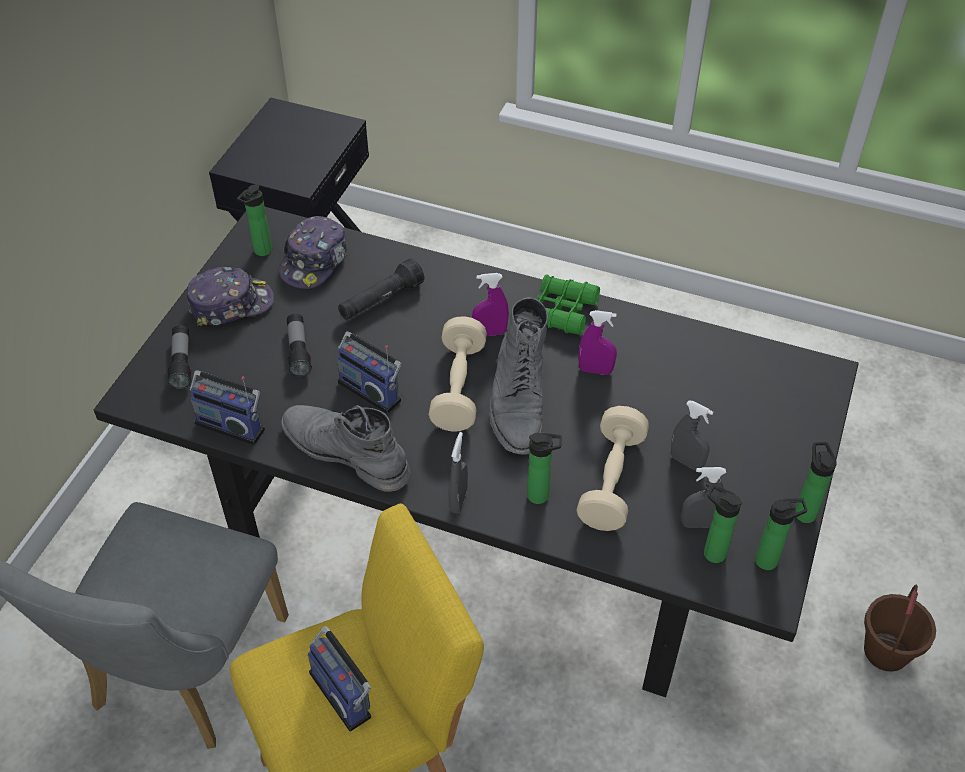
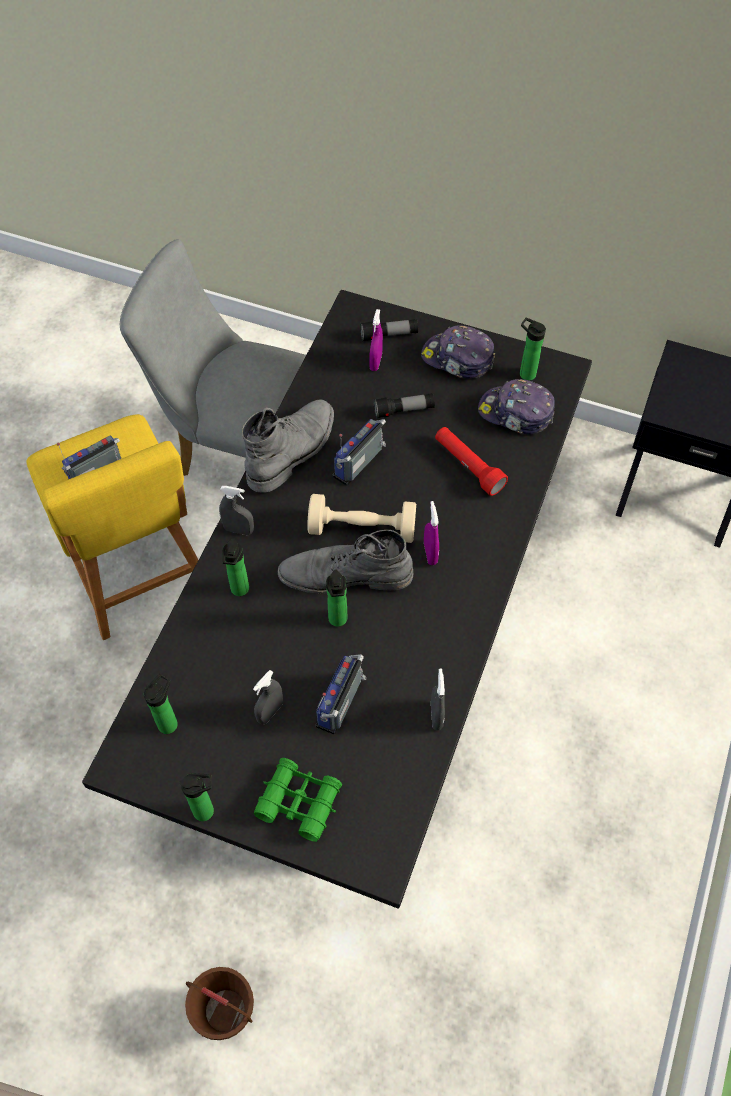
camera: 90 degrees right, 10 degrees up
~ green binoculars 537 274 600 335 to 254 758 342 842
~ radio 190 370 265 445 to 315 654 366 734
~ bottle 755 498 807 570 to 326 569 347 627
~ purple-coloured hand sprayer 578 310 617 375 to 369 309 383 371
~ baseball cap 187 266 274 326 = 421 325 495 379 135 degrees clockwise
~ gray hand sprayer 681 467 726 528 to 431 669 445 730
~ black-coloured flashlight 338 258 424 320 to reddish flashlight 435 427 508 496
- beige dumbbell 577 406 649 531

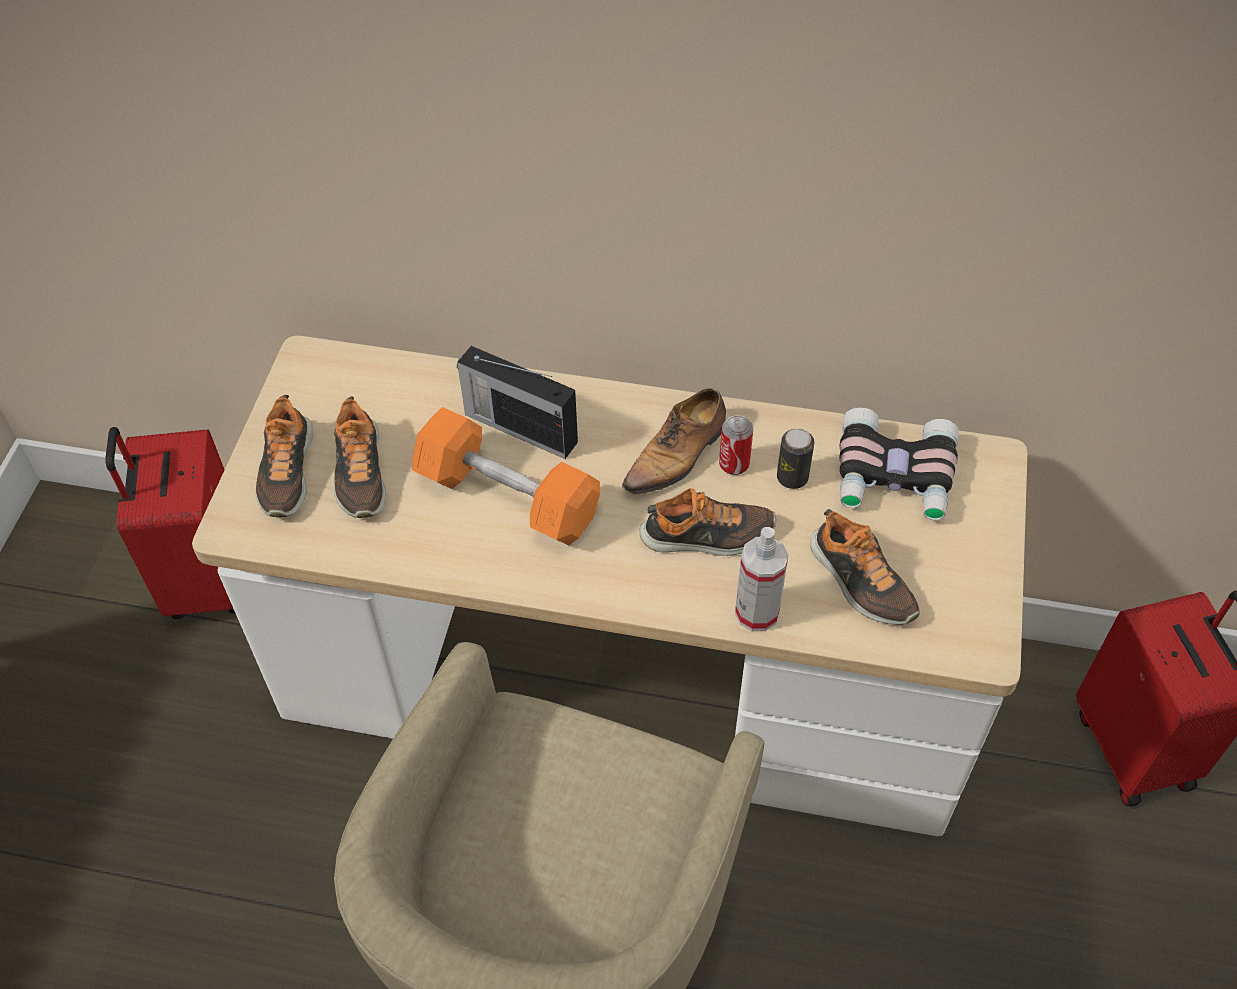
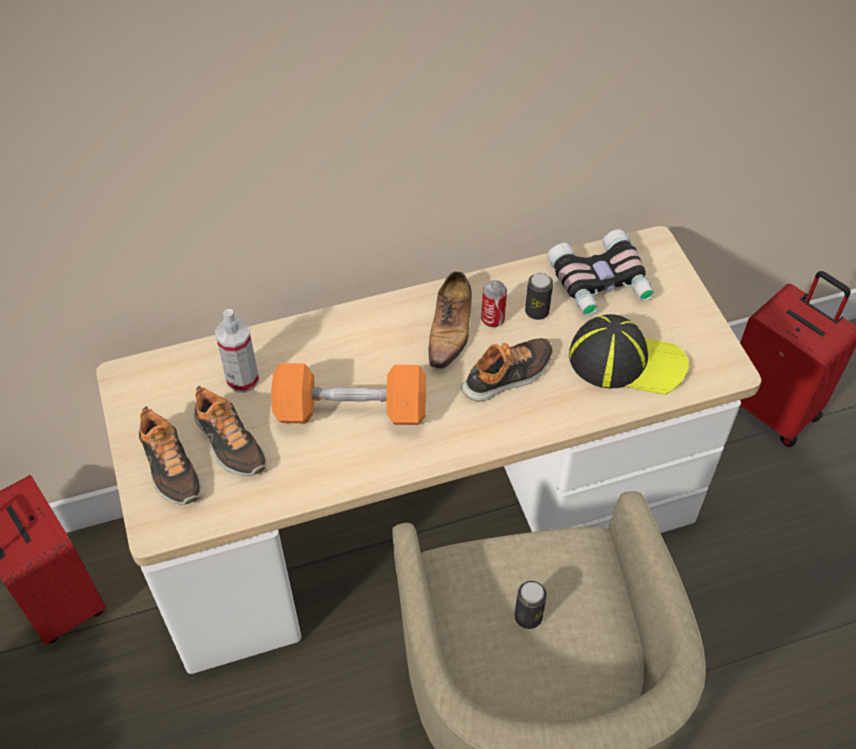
camera: 30 degrees left, 0 degrees up
~ hand sprayer 735 527 788 631 to 215 309 259 393
+ can 514 581 547 629
~ item of footwear 810 509 920 625 to baseball cap 569 314 689 395
- radio 457 346 578 459

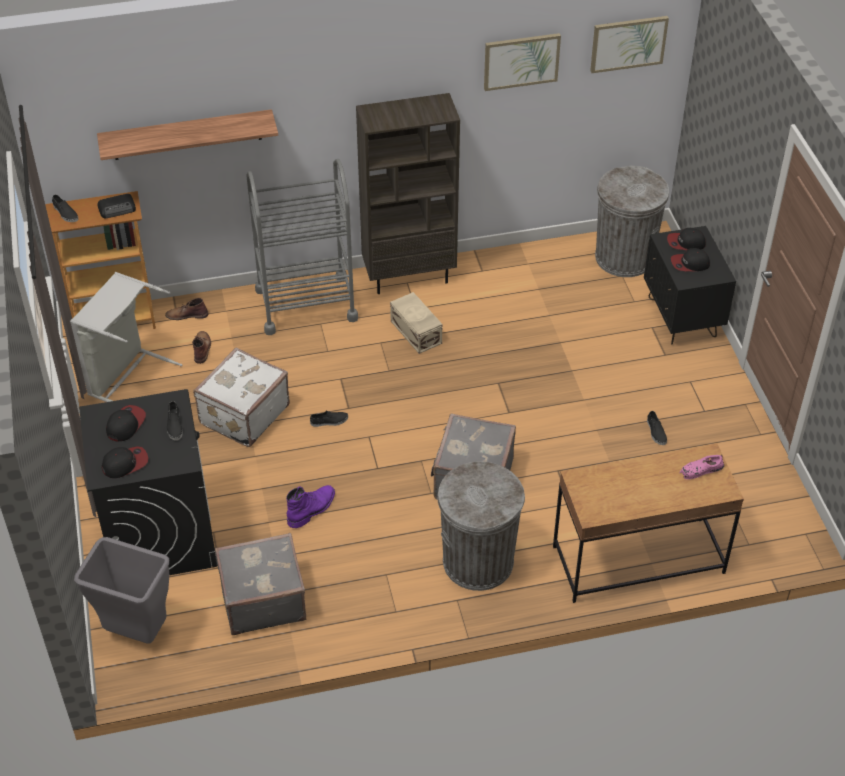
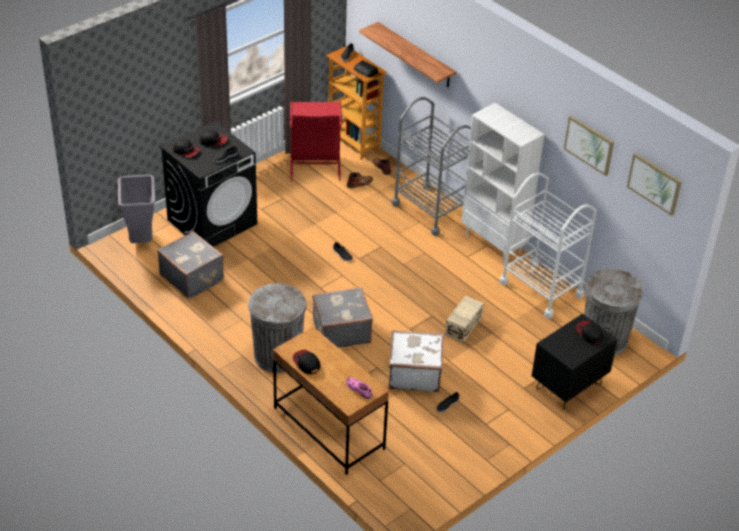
camera: 60 degrees right, 5 degrees down
~ gray laundry basket 70 272 182 402 to reddish laundry basket 290 101 342 181
~ baseball cap 671 248 710 271 to 292 350 320 374
~ whitish piece of luggage 193 347 290 447 to 388 330 443 392
~ beige storage box 390 292 442 354 to 445 296 484 343
~ brownish shelving unit 356 93 460 294 to whitish shelving unit 462 103 544 263
+ whitish wheeled cart 499 172 597 319
- purple-coloured boot 286 485 335 528

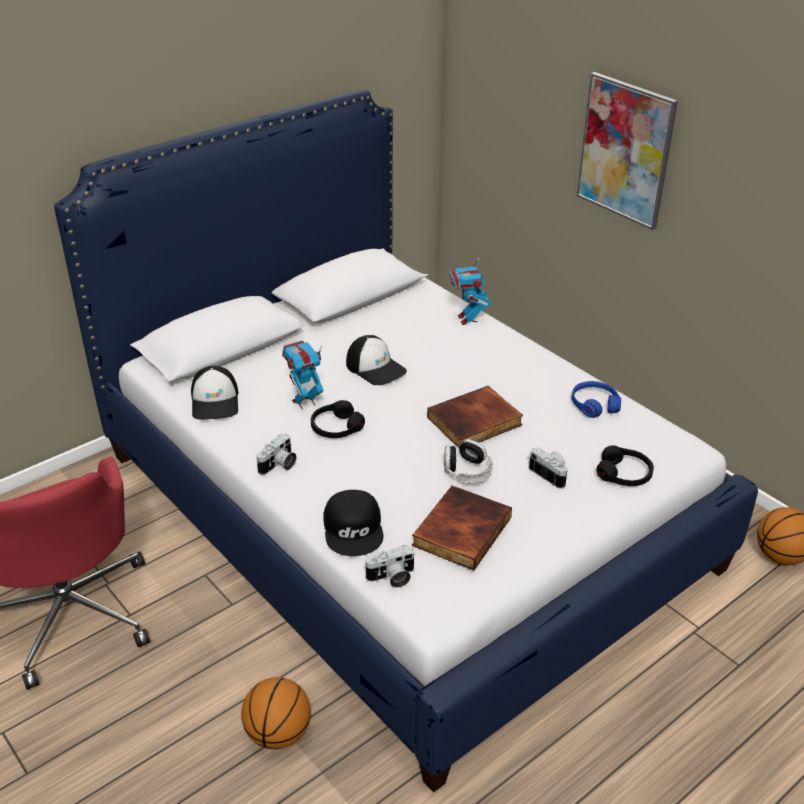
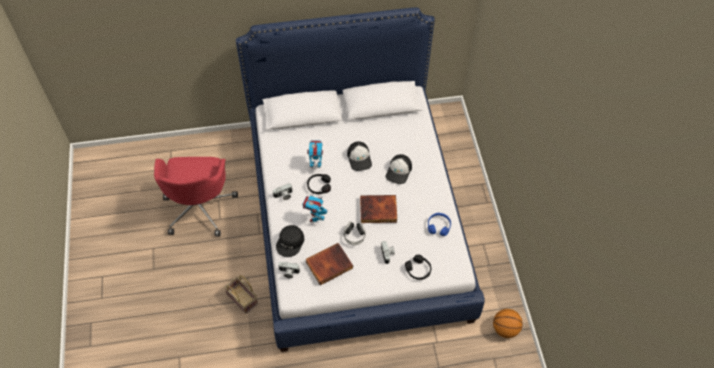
camera: 30 degrees right, 20 degrees up
~ basketball 241 677 311 749 to household basket 224 275 258 314
~ toy robot 449 255 491 325 to 302 195 327 223
~ baseball cap 191 366 238 420 to 385 154 412 184
- wall picture 577 72 678 230

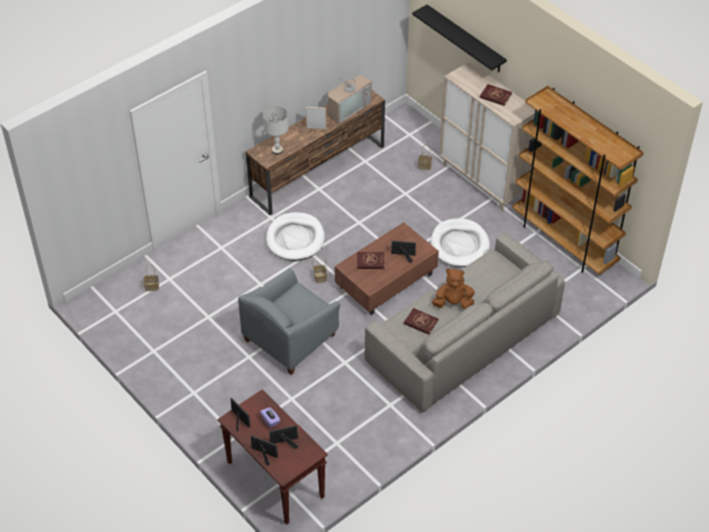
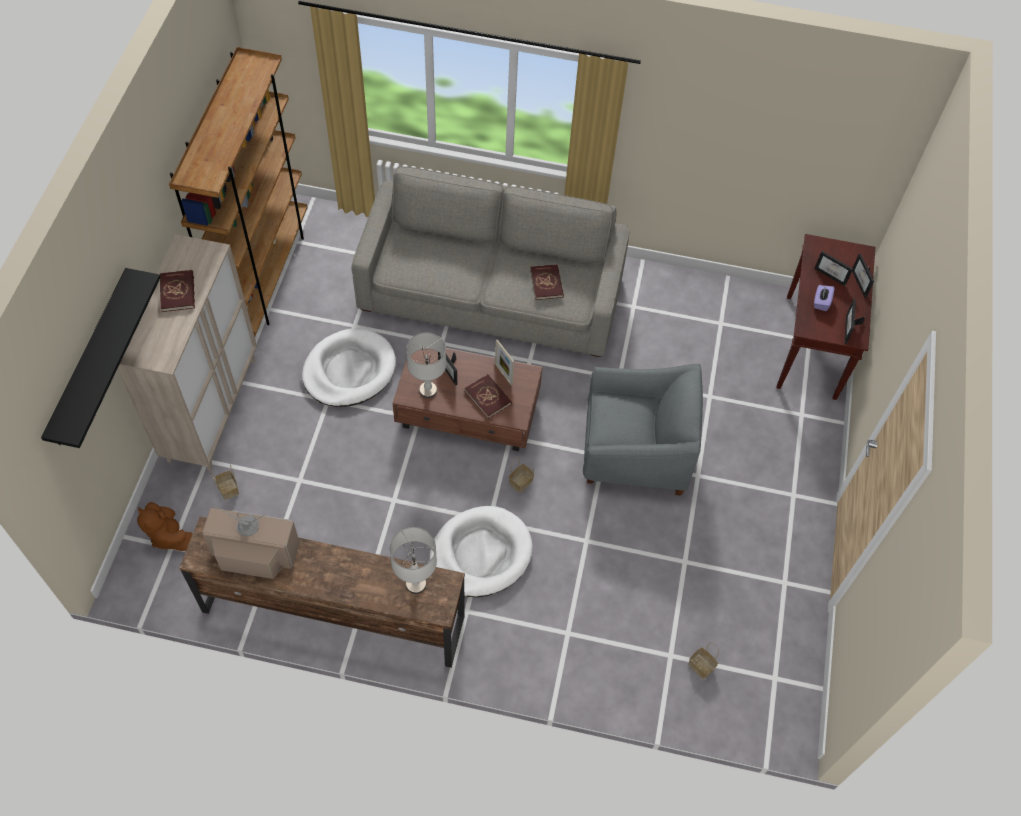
camera: 130 degrees left, 10 degrees up
~ brownish soft toy 432 269 475 309 to 137 502 193 551
+ gray table lamp 406 332 446 398
~ picture frame 306 107 326 129 to 495 339 514 386

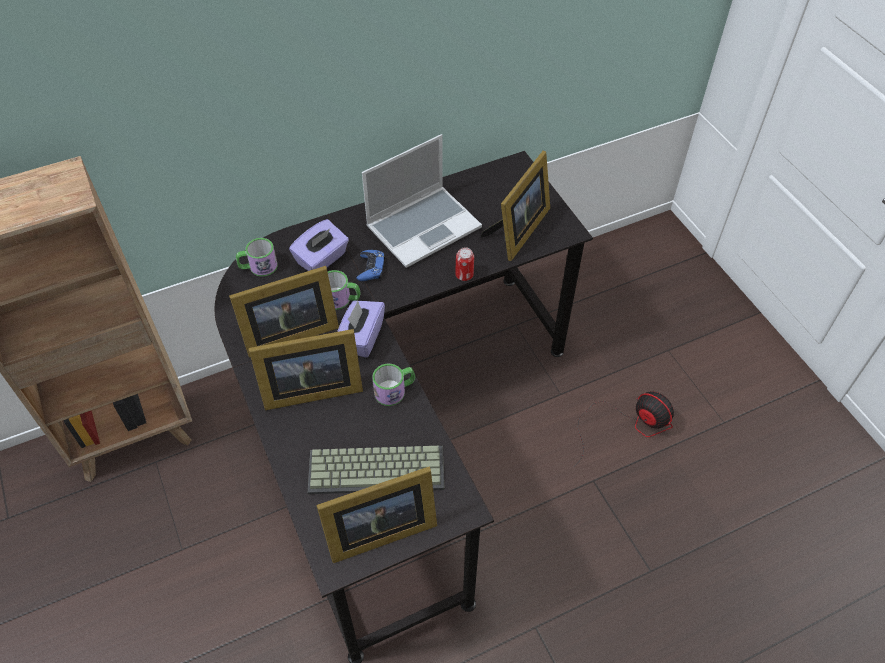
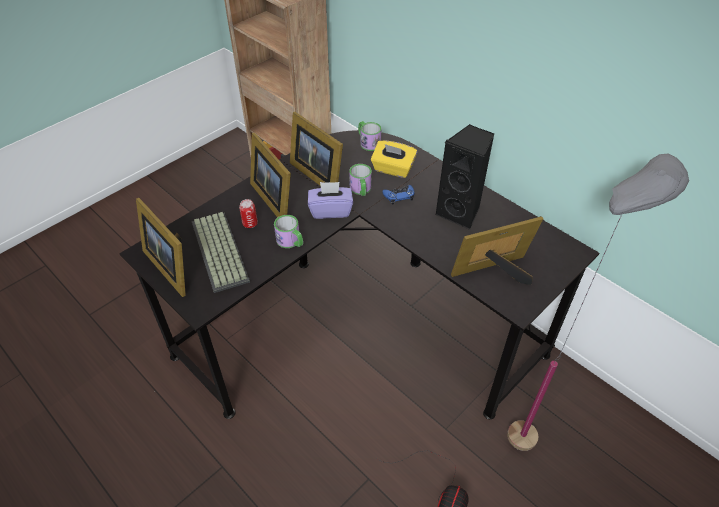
camera: 70 degrees right, 5 degrees down
~ can 455 247 474 281 to 239 199 258 228
~ purple-coloured box of tissues 289 219 349 271 to yellow box of tissues 371 140 417 178
~ laptop 362 134 482 268 to black-coloured audio speaker 435 124 494 230
~ picture frame 481 151 550 261 = 451 216 543 285 150 degrees clockwise
+ gray standing lamp 507 154 689 451

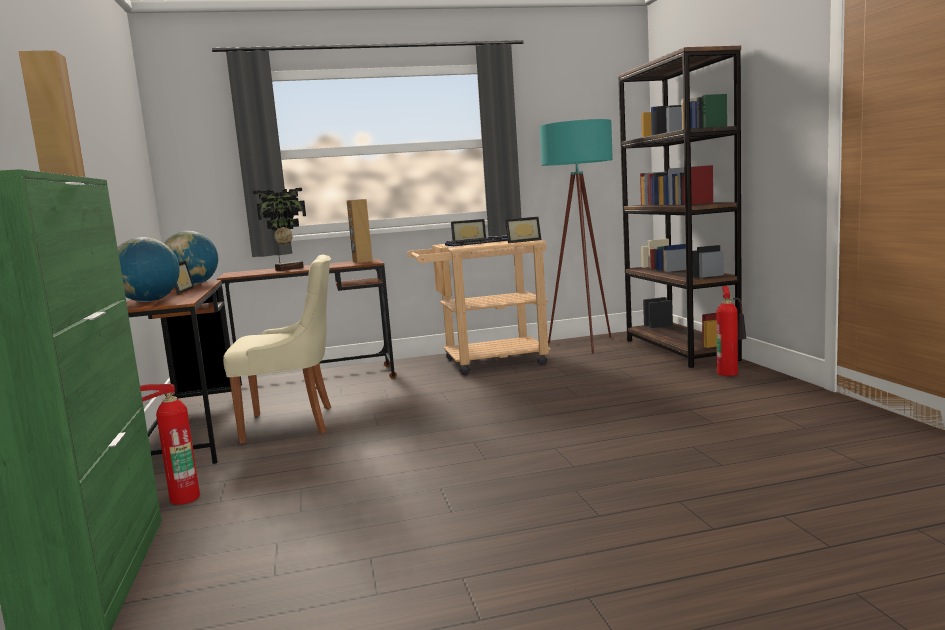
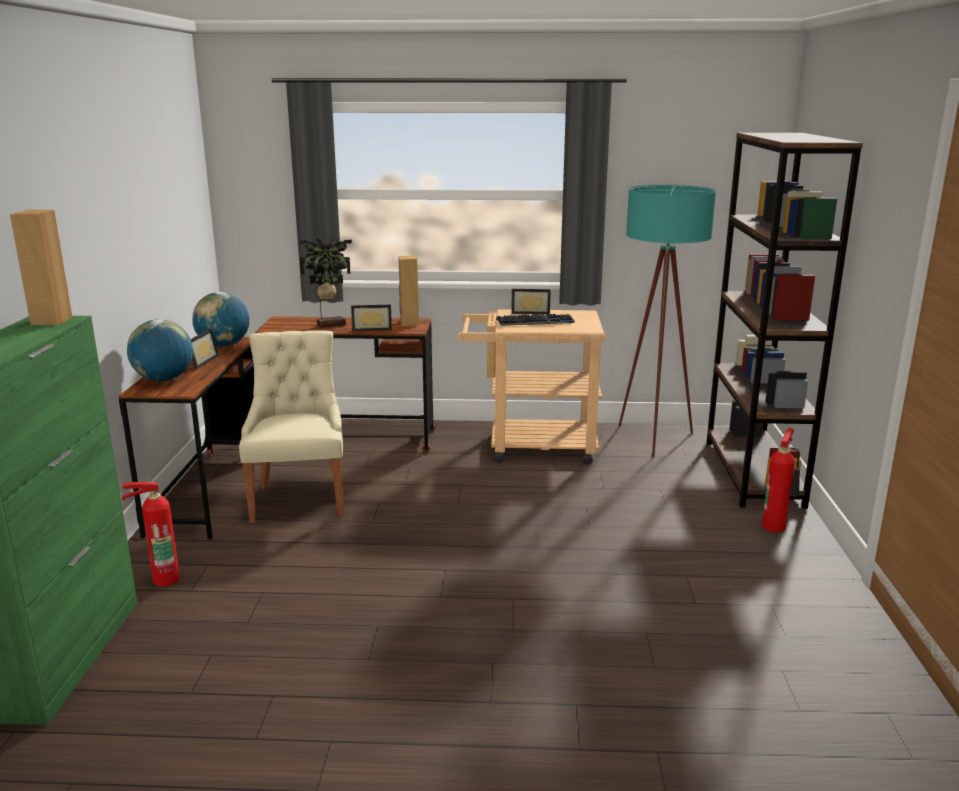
camera: 15 degrees right, 10 degrees up
~ beige plain chair 223 255 331 444 = 239 331 344 523 105 degrees counterclockwise
~ picture frame 505 217 542 243 to 351 305 392 331

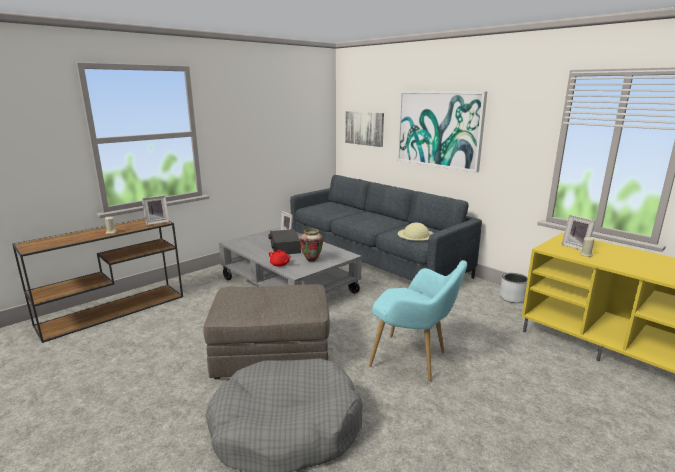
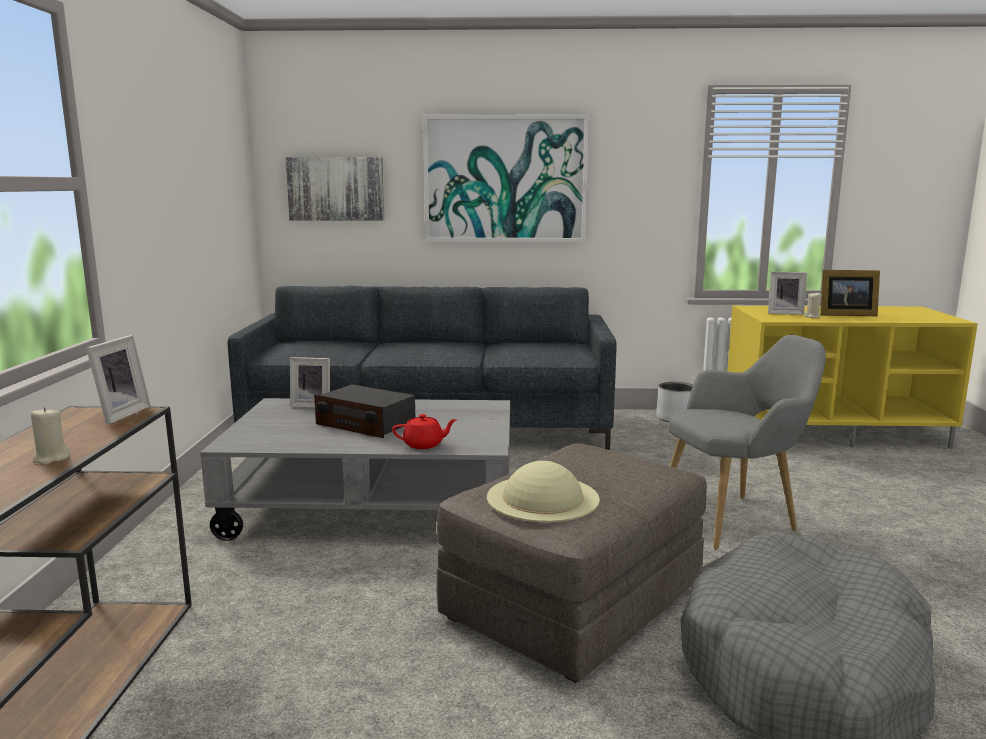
camera: 45 degrees left, 5 degrees down
~ beige wearable hat 398 223 433 241 to 487 461 600 522
~ turquoise lounge chair 369 260 467 381 to gray lounge chair 668 335 826 549
+ picture frame 820 270 880 316
- flower vase 300 229 323 262

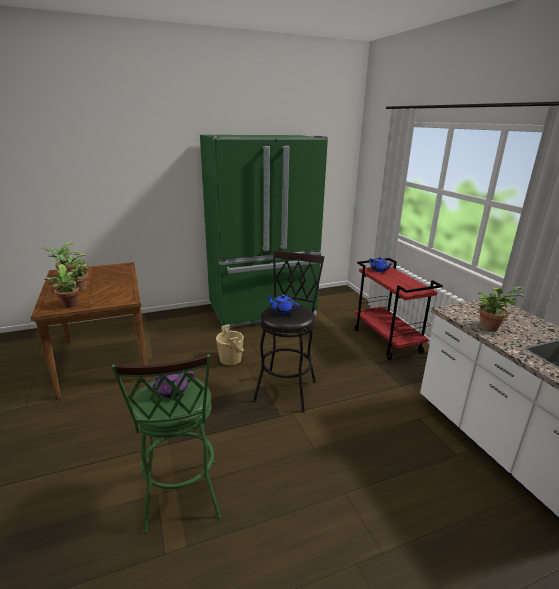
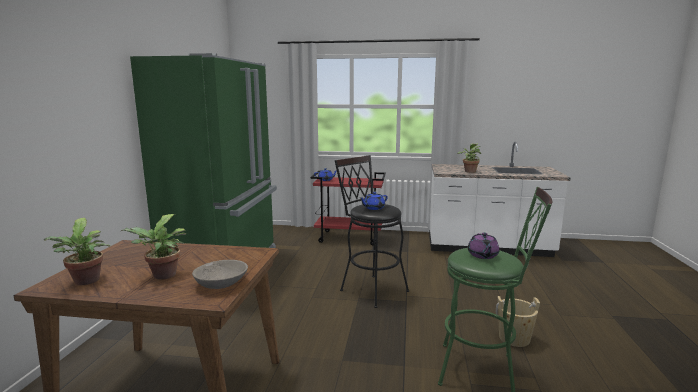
camera: 60 degrees left, 10 degrees down
~ plant in a pot 44 264 85 307 to gray bowl 192 260 248 289
~ beige bucket 216 325 244 365 to 495 296 540 347

